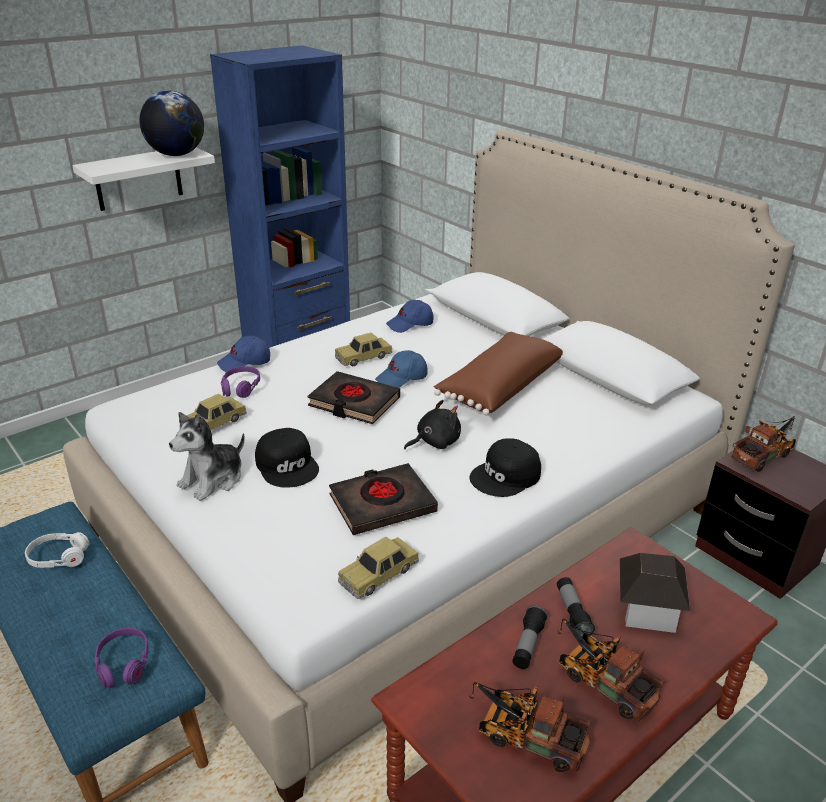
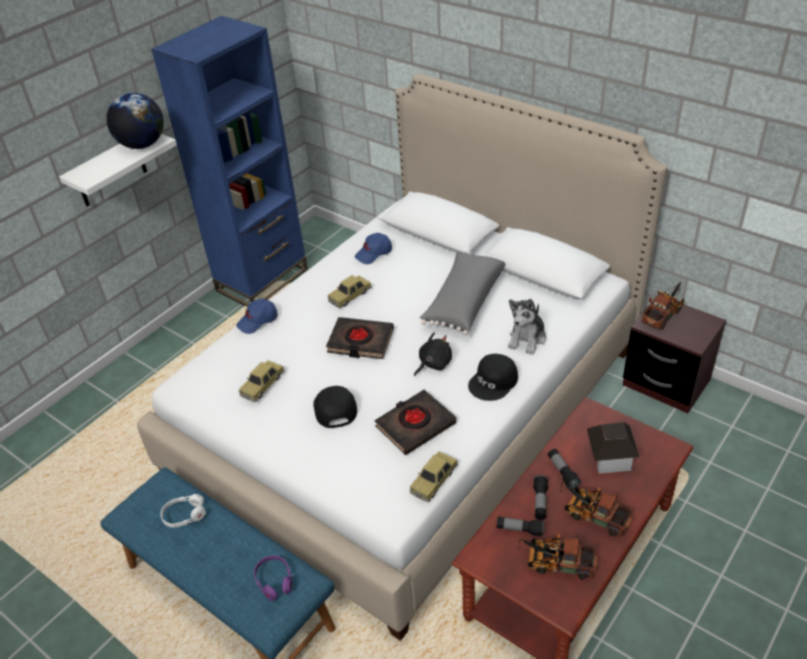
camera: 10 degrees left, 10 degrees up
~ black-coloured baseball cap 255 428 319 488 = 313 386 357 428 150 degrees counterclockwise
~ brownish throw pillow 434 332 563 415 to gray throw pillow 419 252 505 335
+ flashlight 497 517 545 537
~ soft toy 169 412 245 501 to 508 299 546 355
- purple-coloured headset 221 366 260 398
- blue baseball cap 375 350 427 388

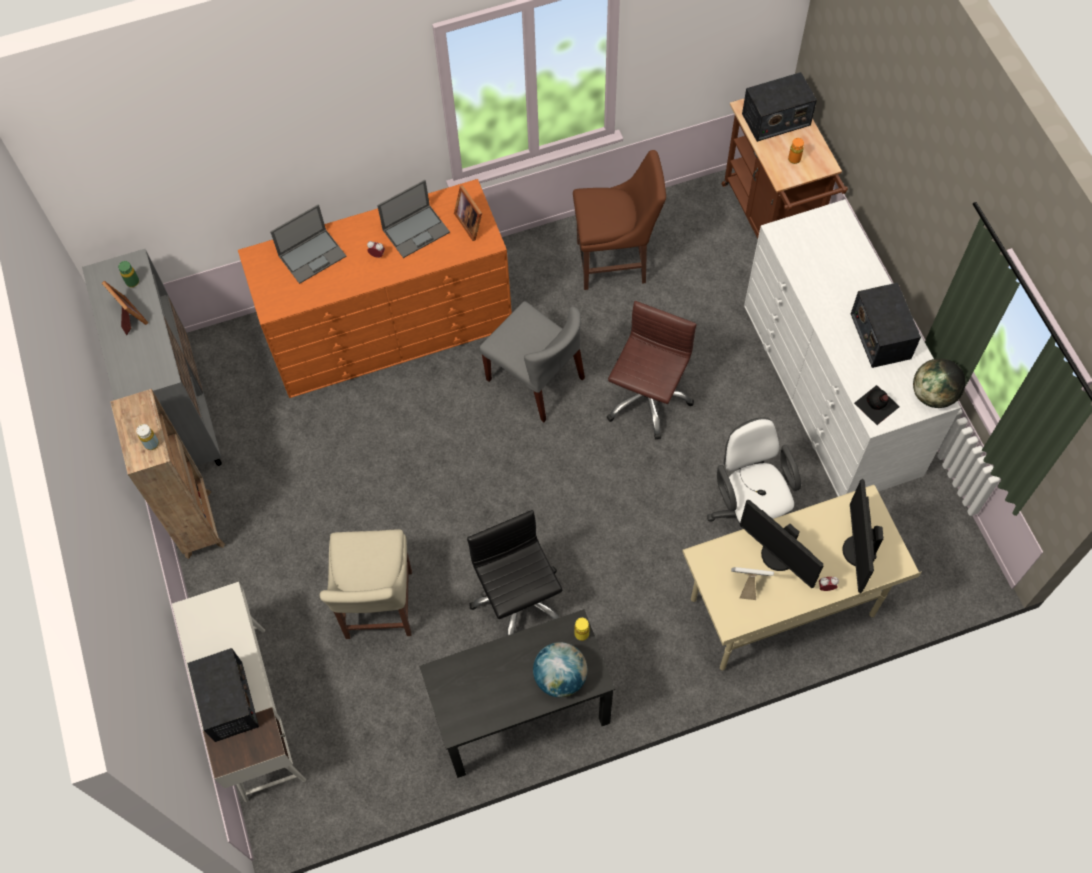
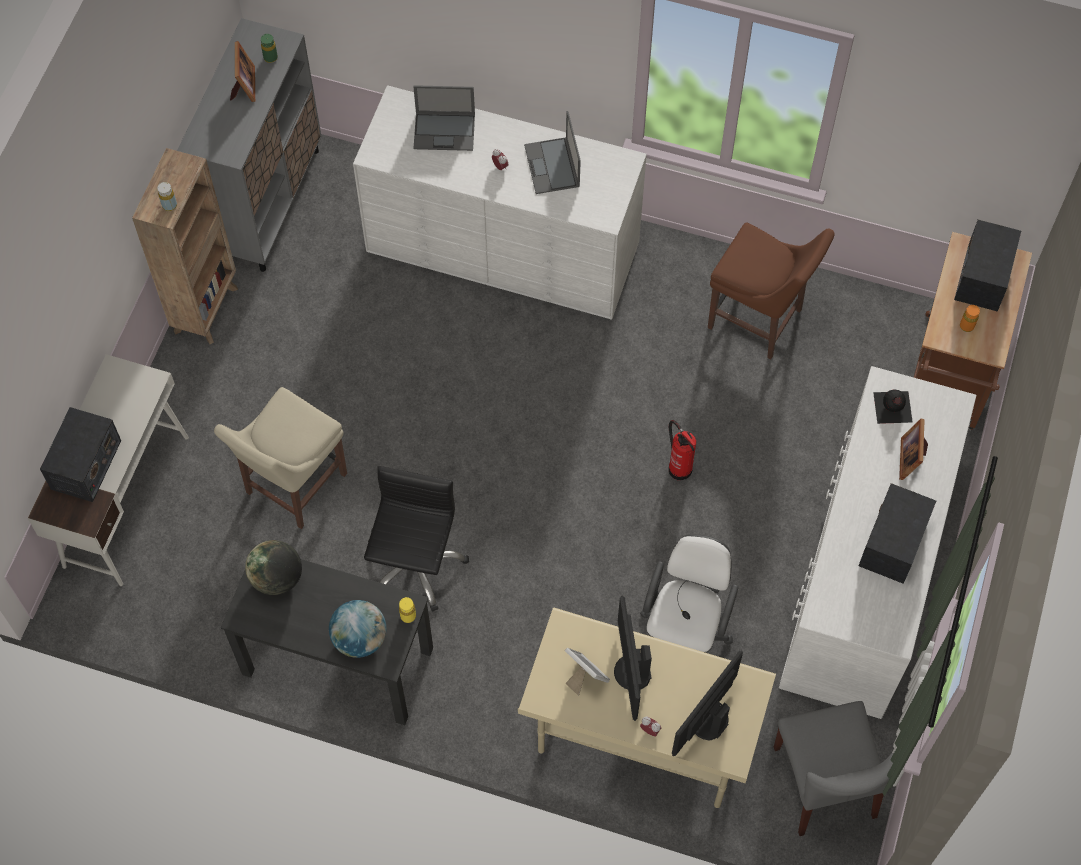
camera: 35 degrees right, 0 degrees up
~ globe 913 358 965 408 to 245 540 302 595
~ orange-coloured drawer chest 238 179 512 398 to whitish drawer chest 353 85 647 319
~ laptop 377 180 450 258 = 524 111 581 194 75 degrees clockwise
~ brownish desk chair 606 301 697 440 to fire extinguisher 669 420 696 481
~ gray plain chair 479 301 585 422 to 774 701 894 836
~ black-coloured bottle 854 385 900 425 to 873 389 913 424
~ picture frame 454 185 482 241 to 899 419 928 480
~ radio 742 72 817 142 = 954 220 1021 312 90 degrees clockwise

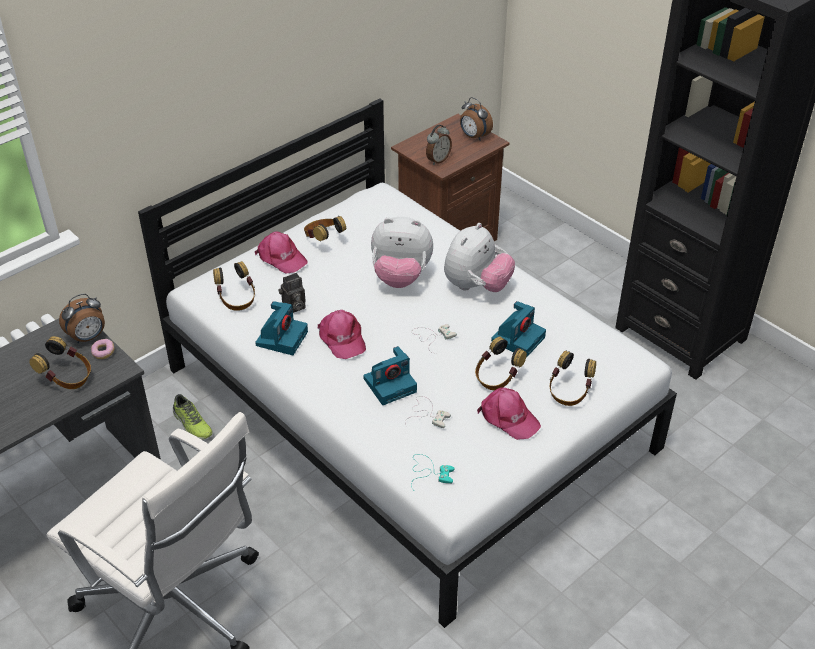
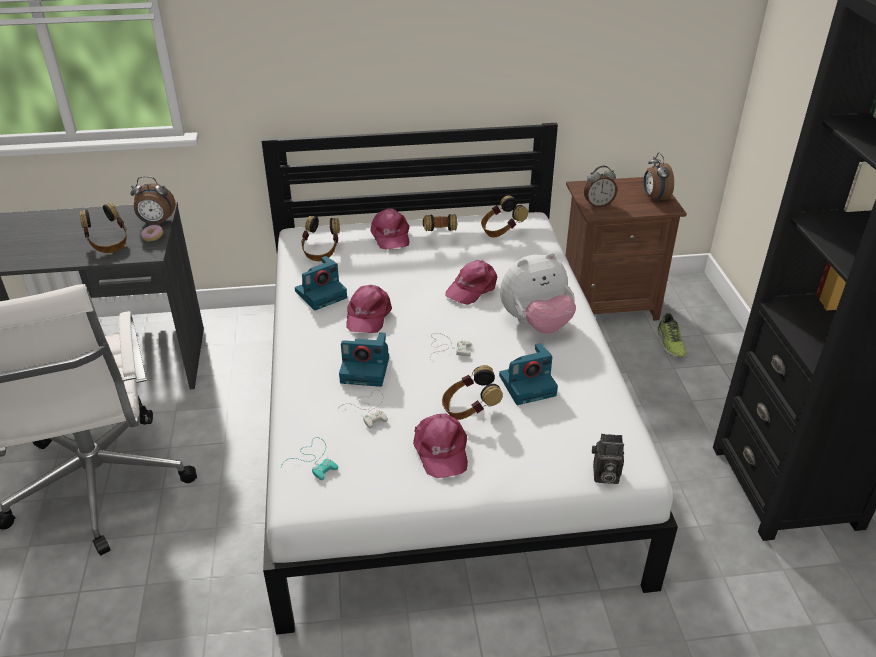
camera: 35 degrees right, 5 degrees down
~ soft toy 371 217 433 288 to pinkish baseball cap 445 260 497 305
~ headset 550 350 596 406 to 481 195 528 237
~ still camera 278 273 306 313 to 592 434 624 484
~ item of footwear 173 394 213 440 to 657 313 686 357

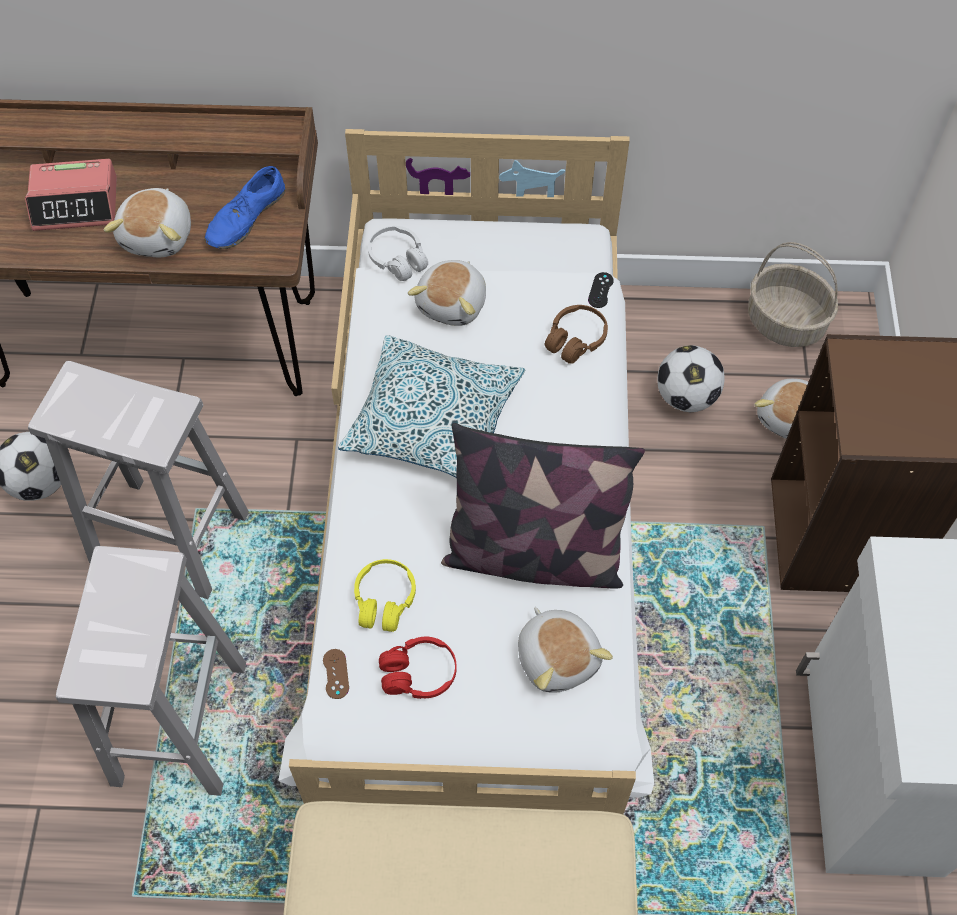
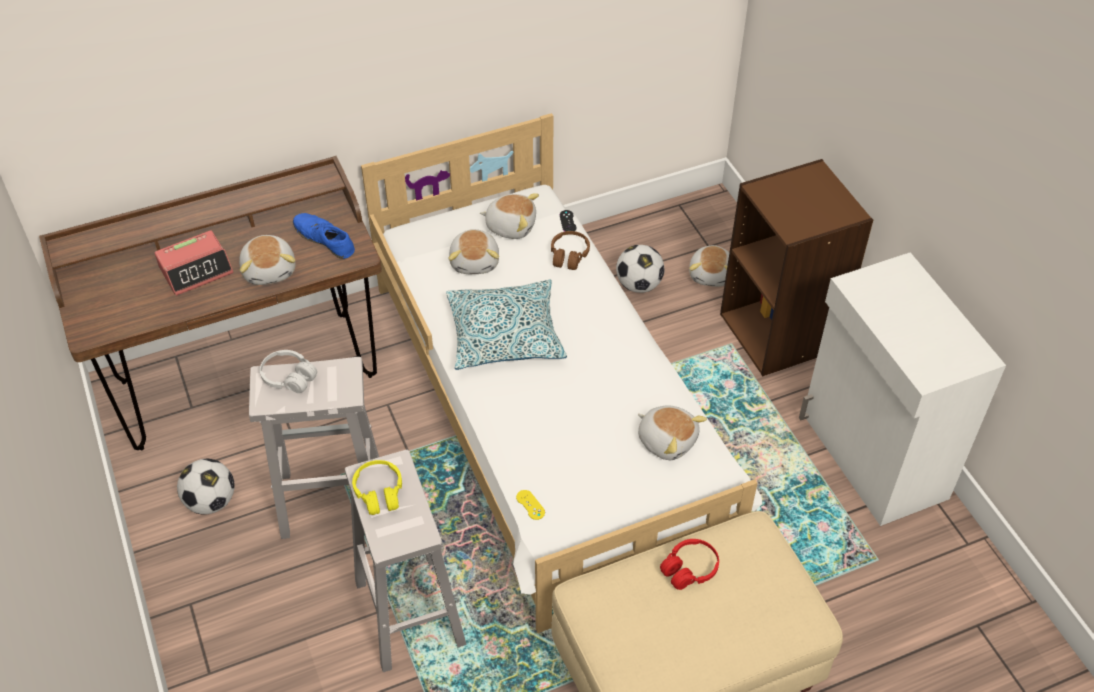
camera: 25 degrees left, 10 degrees down
~ whitish headset 368 226 428 281 to 260 350 317 393
~ blue item of footwear 204 166 285 249 = 293 213 355 259 120 degrees clockwise
~ yellow headset 354 559 416 632 to 352 460 402 515
+ soft toy 480 193 539 239
~ brownish gamepad 323 649 349 699 to yellow gamepad 516 490 545 520
~ reddish headset 379 636 457 699 to 660 539 719 590
- throw pillow 441 423 645 589
- household basket 748 242 838 347

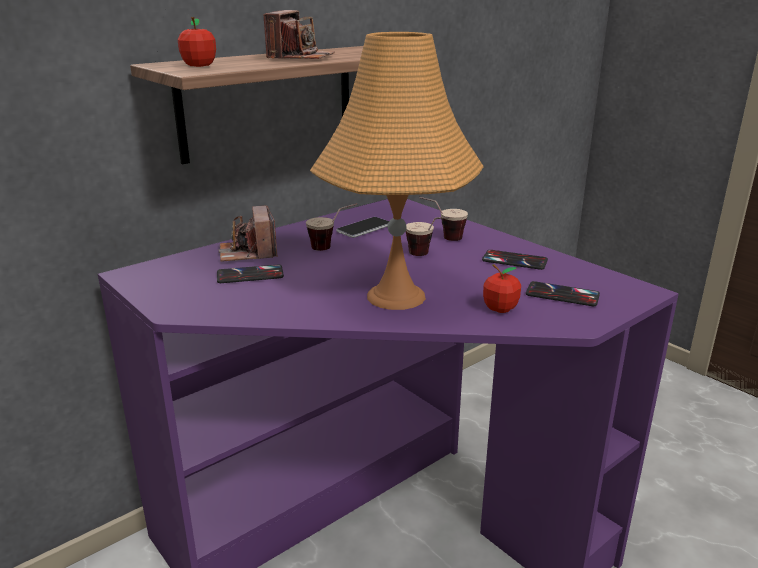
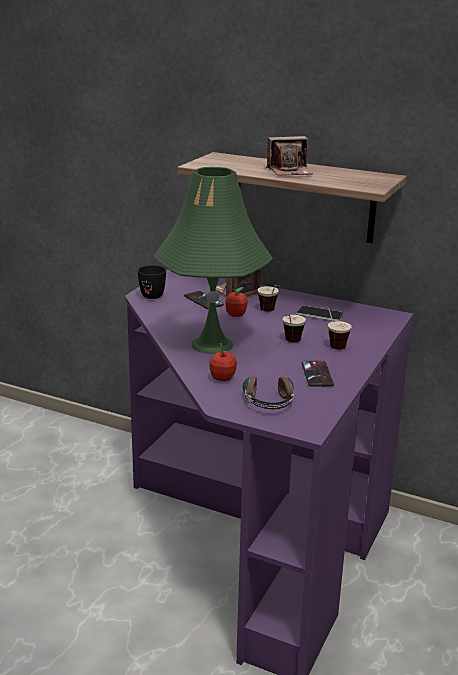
camera: 65 degrees right, 0 degrees up
+ black-coloured tea mug 138 265 166 299
~ orange-coloured table lamp 310 32 484 310 to green table lamp 154 167 273 354
~ apple 178 17 216 67 to 225 287 248 317
~ telephone 526 281 600 306 to headset 243 372 294 409

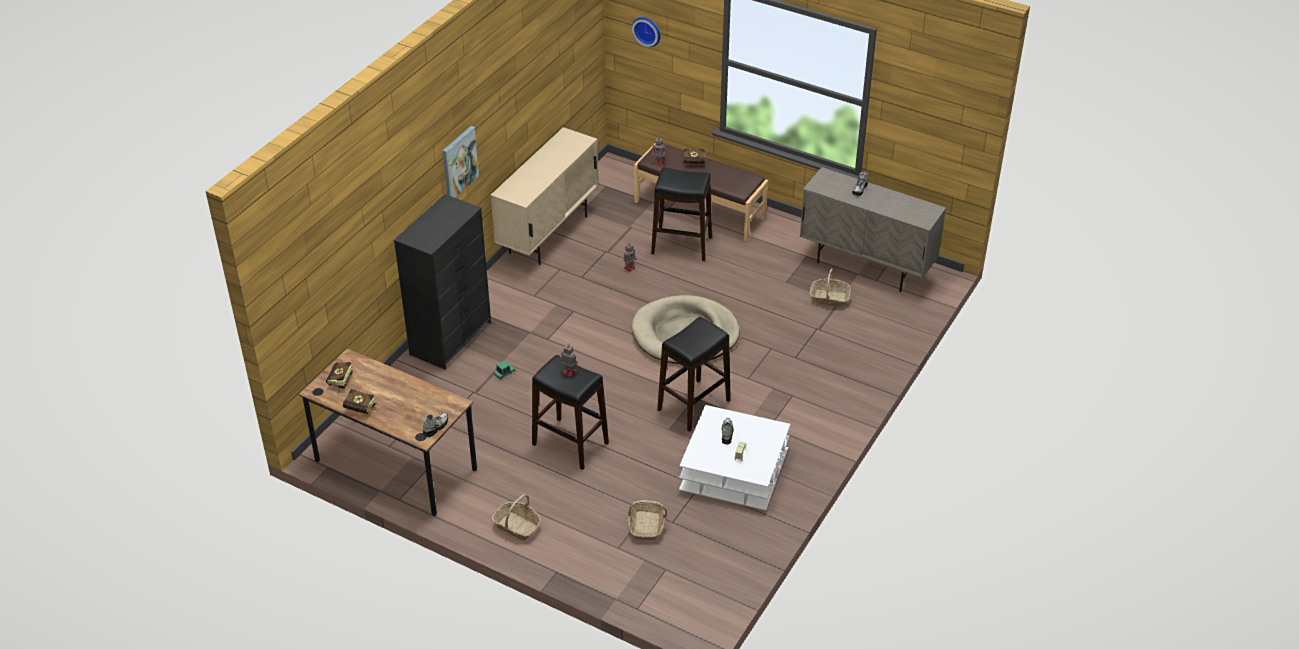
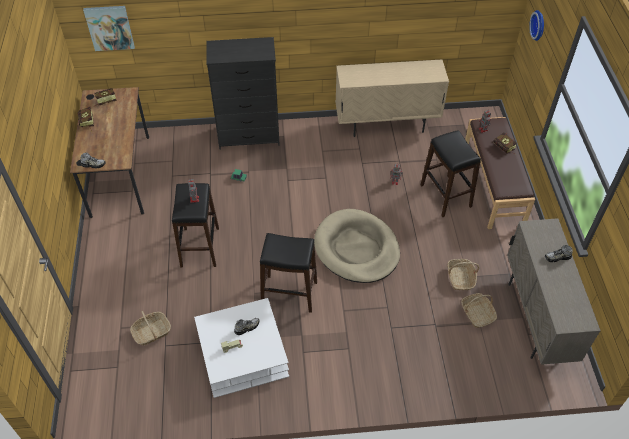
camera: 55 degrees right, 10 degrees up
~ wall picture 443 126 479 198 to 83 6 135 51
~ household basket 492 494 541 540 to 447 259 479 290

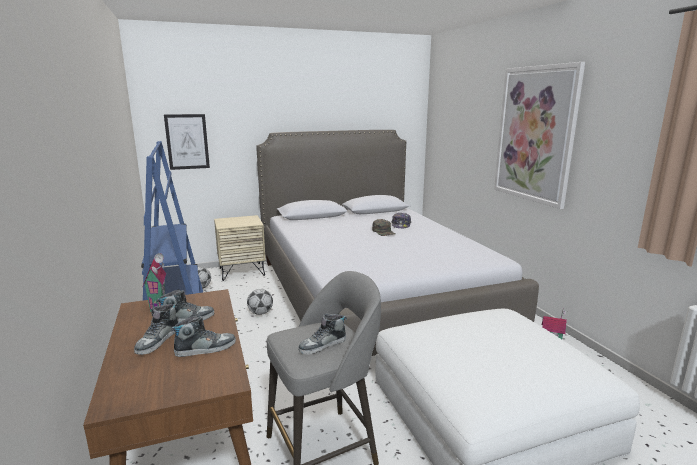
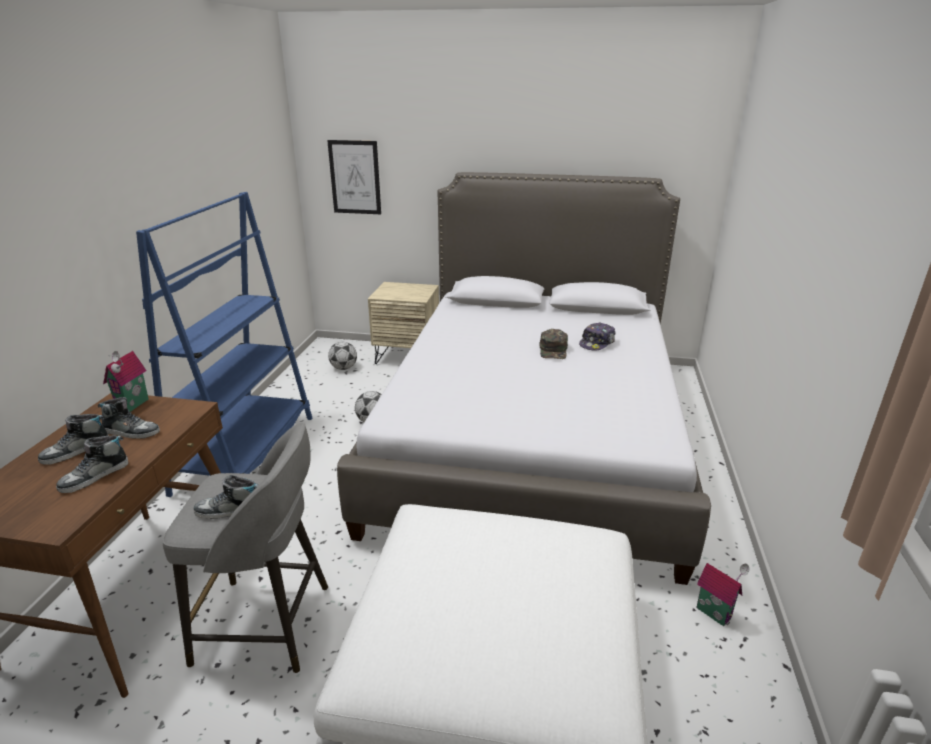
camera: 30 degrees right, 10 degrees up
~ item of footwear 171 316 236 357 = 56 436 128 493 120 degrees clockwise
- wall picture 494 62 585 209

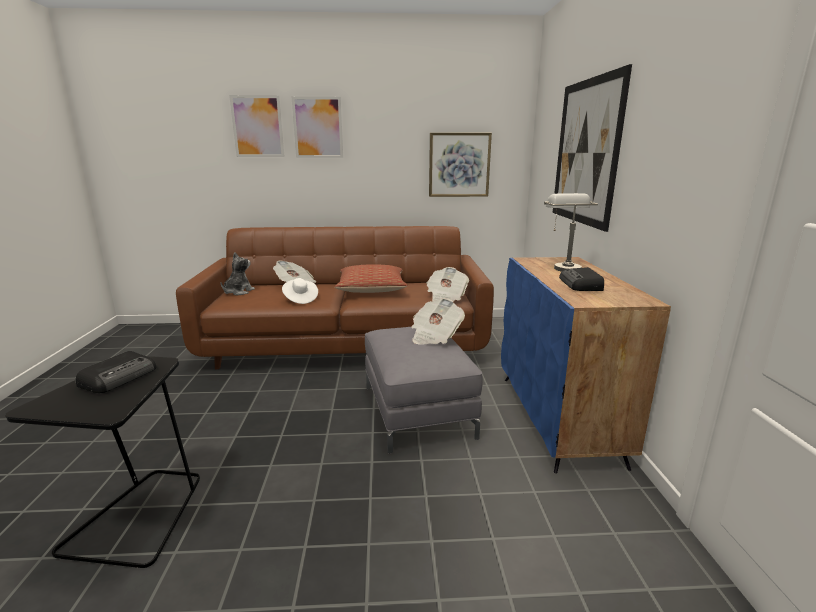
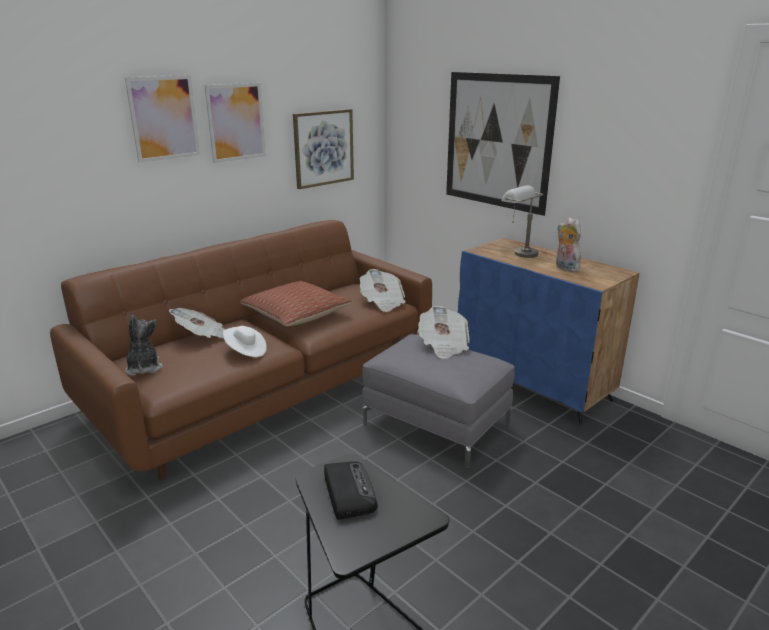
camera: 40 degrees left, 5 degrees up
~ wall picture 229 95 285 157 to 204 83 266 163
~ radio 559 267 604 291 to soft toy 556 218 582 272

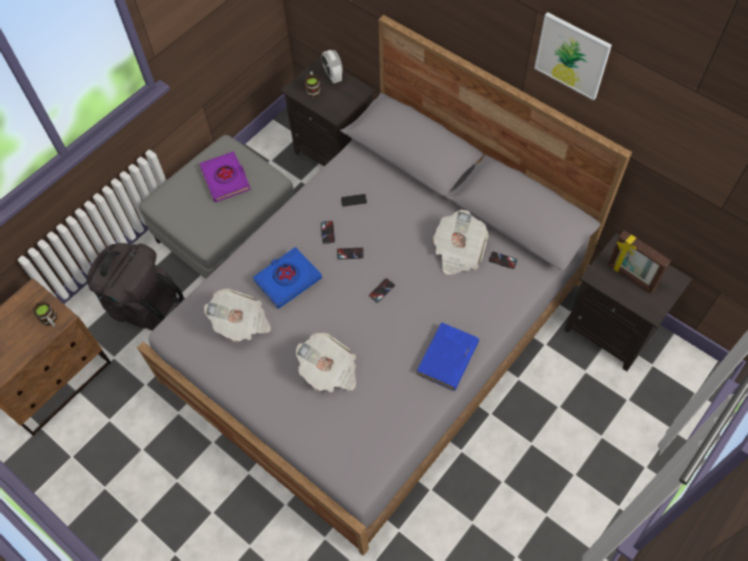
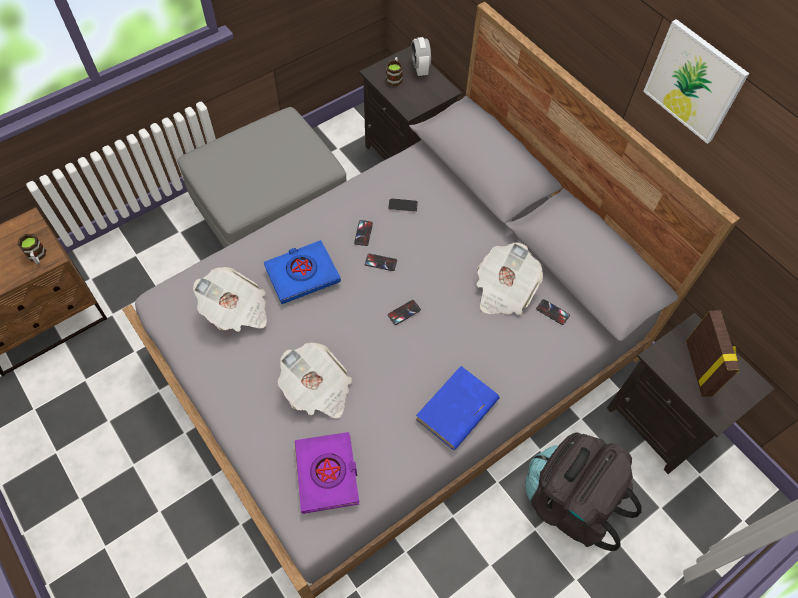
camera: 10 degrees right, 0 degrees up
~ purple-coloured book 199 151 251 202 to 294 432 359 514
~ black-coloured rucksack 87 243 183 331 to 525 432 642 551
~ picture frame 608 231 671 293 = 686 310 740 397 150 degrees counterclockwise

